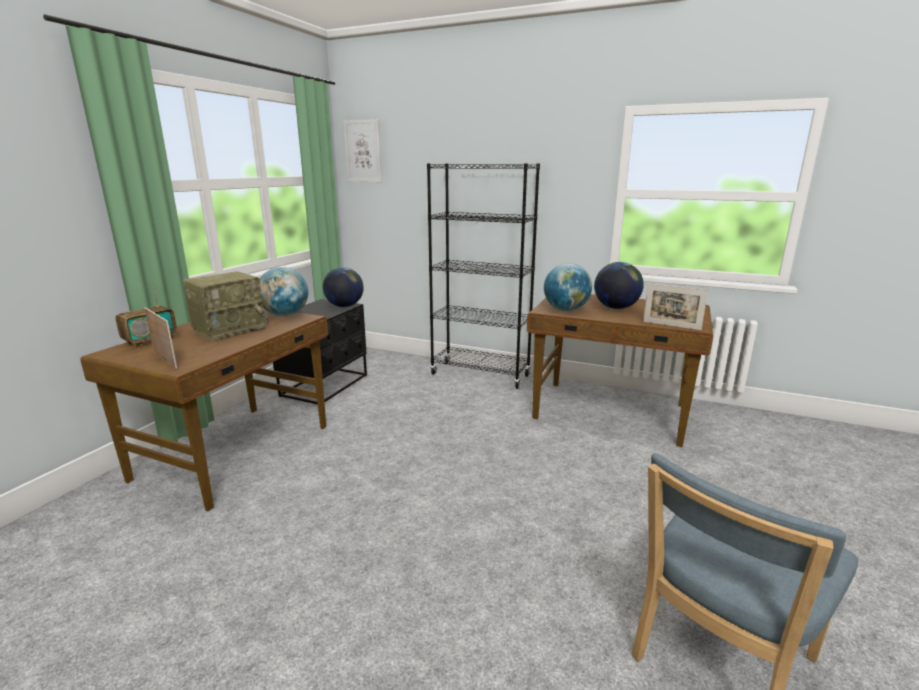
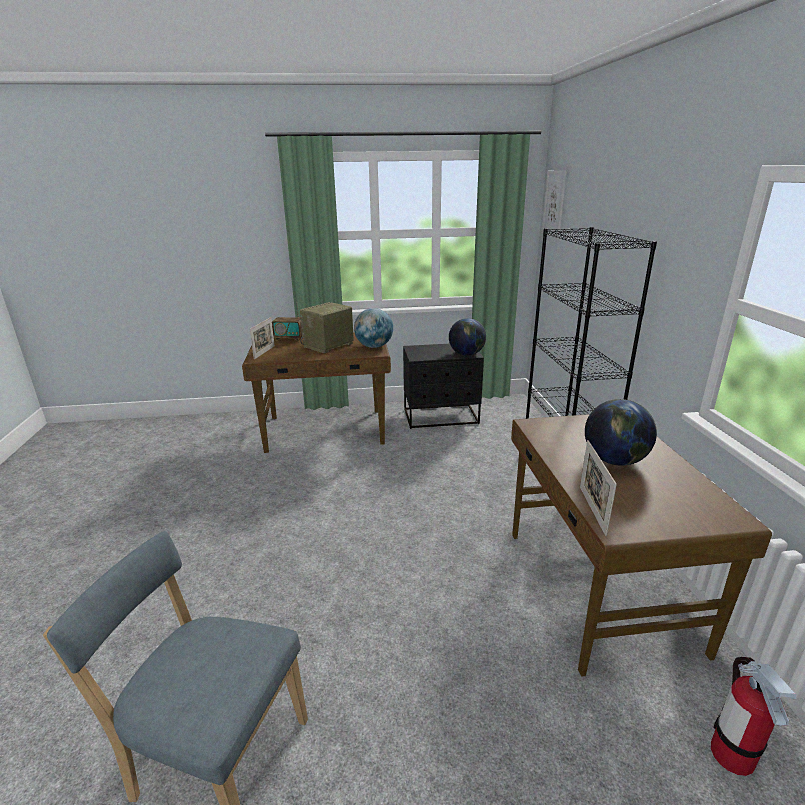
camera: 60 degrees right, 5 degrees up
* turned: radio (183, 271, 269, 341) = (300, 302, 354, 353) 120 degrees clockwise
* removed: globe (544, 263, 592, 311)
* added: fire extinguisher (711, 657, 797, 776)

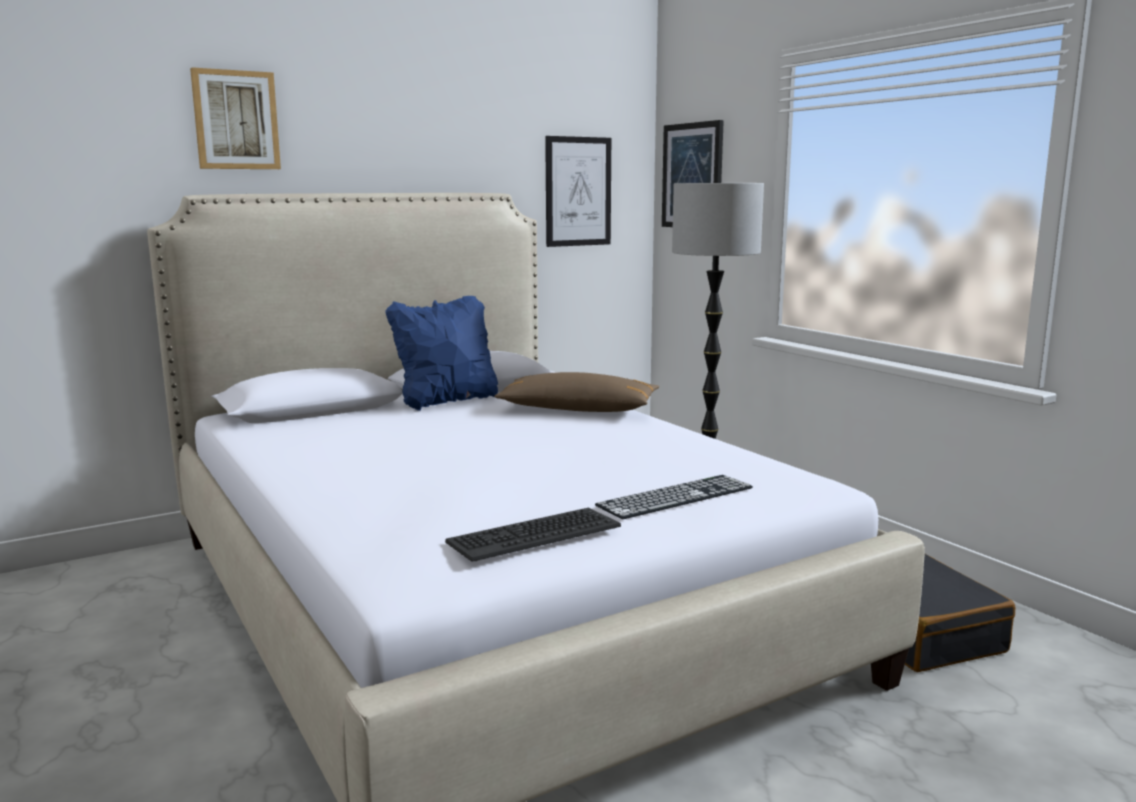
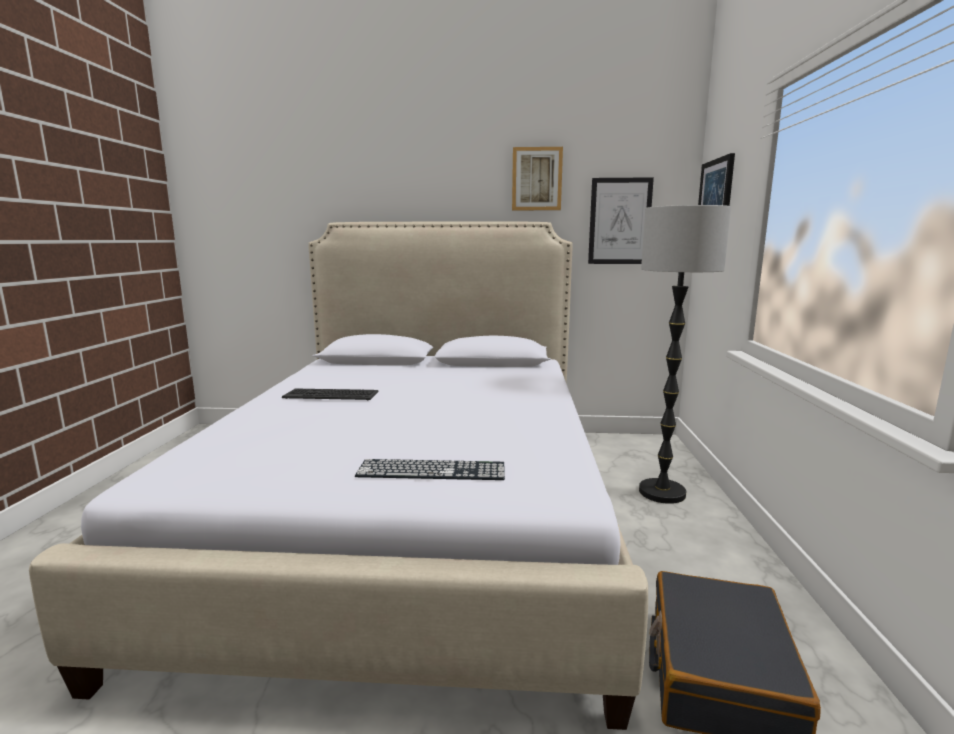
camera: 35 degrees right, 0 degrees up
* moved: wall picture (190, 67, 281, 169) to (512, 147, 563, 210)
* removed: throw pillow in blue (385, 296, 498, 411)
* moved: keyboard (445, 508, 621, 562) to (282, 389, 379, 400)
* removed: throw pillow in brownish (494, 372, 659, 412)

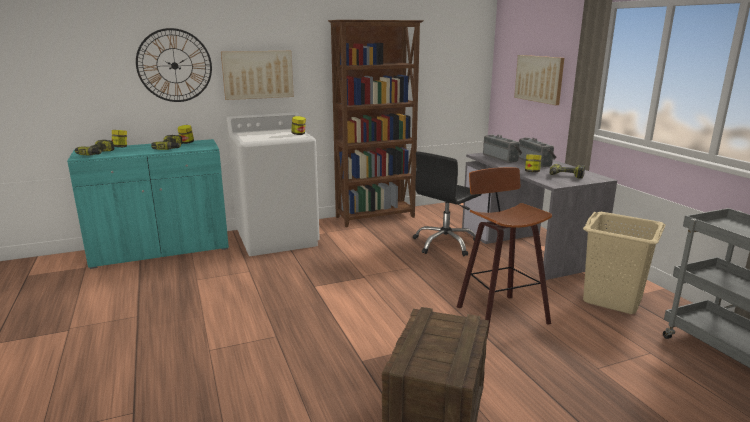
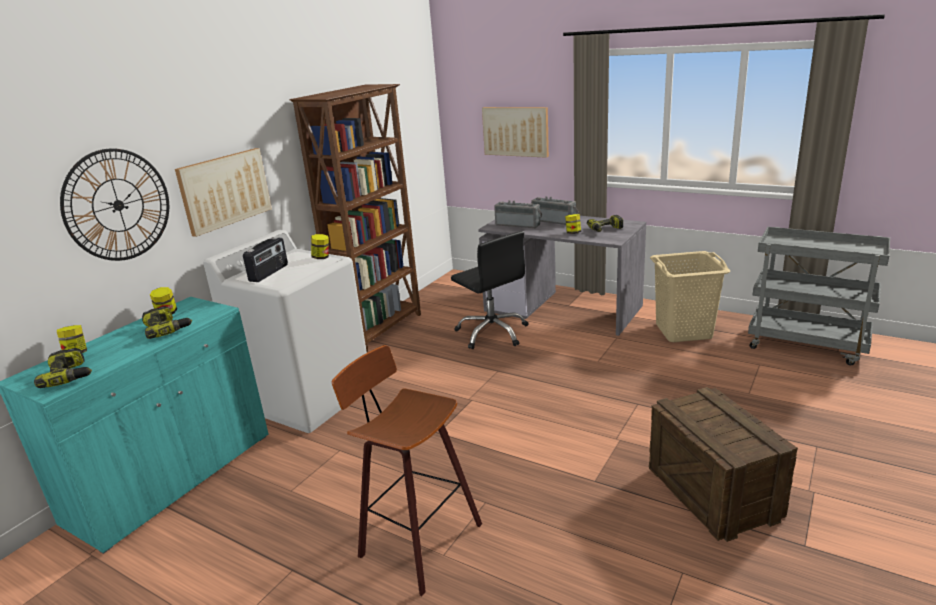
camera: 35 degrees left, 5 degrees up
* turned: computer chair in black (413, 151, 482, 256) = (451, 231, 529, 349) 45 degrees counterclockwise
* moved: stool seat (457, 167, 552, 338) to (332, 345, 482, 596)
* added: radio (243, 237, 288, 282)

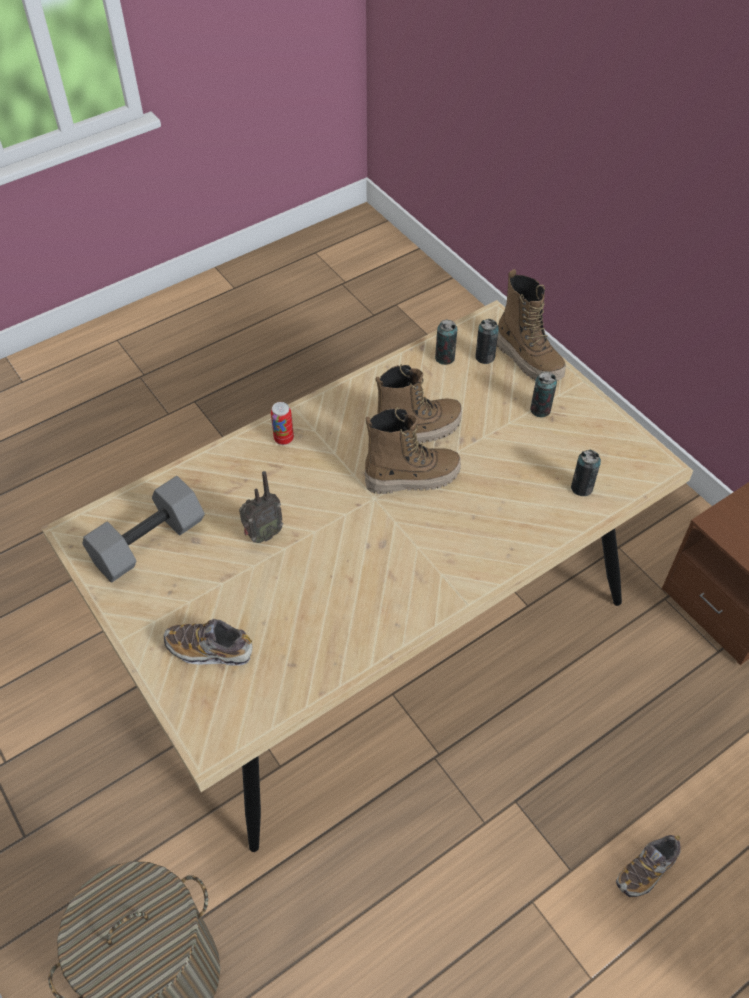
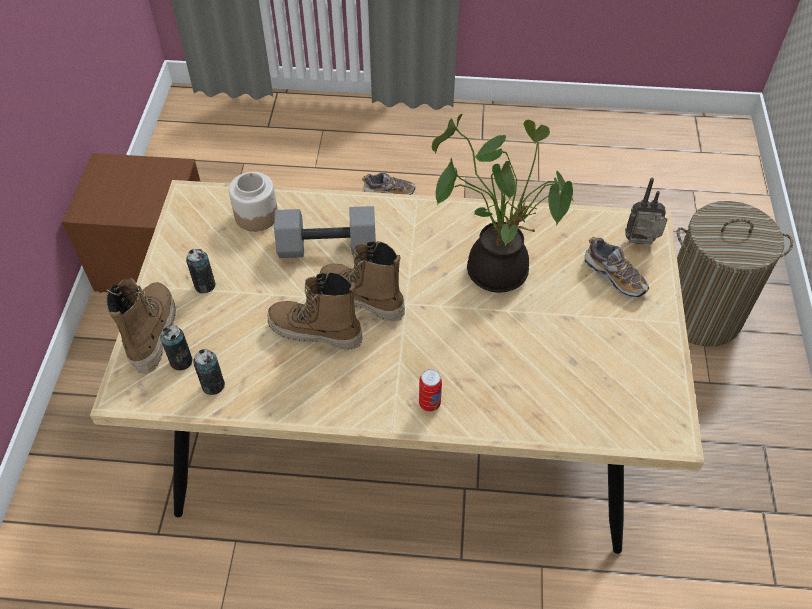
camera: 140 degrees left, 0 degrees up
* moved: hand weight in grey (82, 476, 205, 582) to (274, 206, 376, 258)
* moved: radio (239, 471, 284, 543) to (625, 178, 667, 245)
* replaced: metal can (571, 449, 601, 496) to preserve jar (229, 172, 278, 232)
* added: potted plant (432, 114, 574, 293)

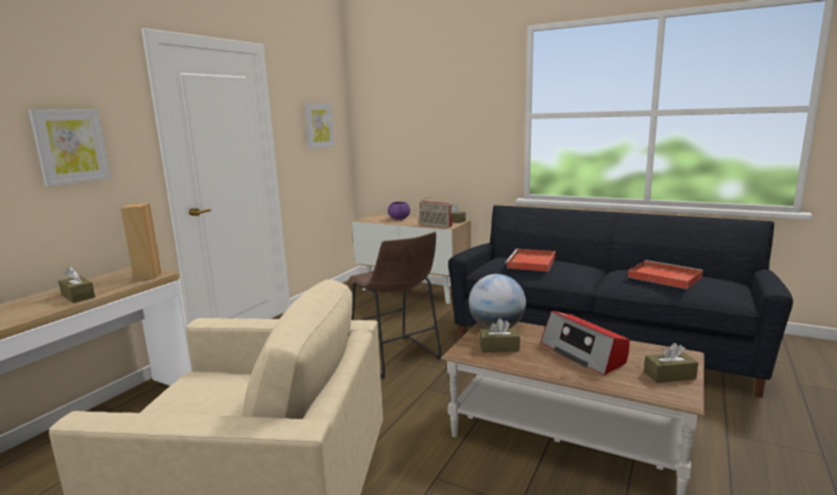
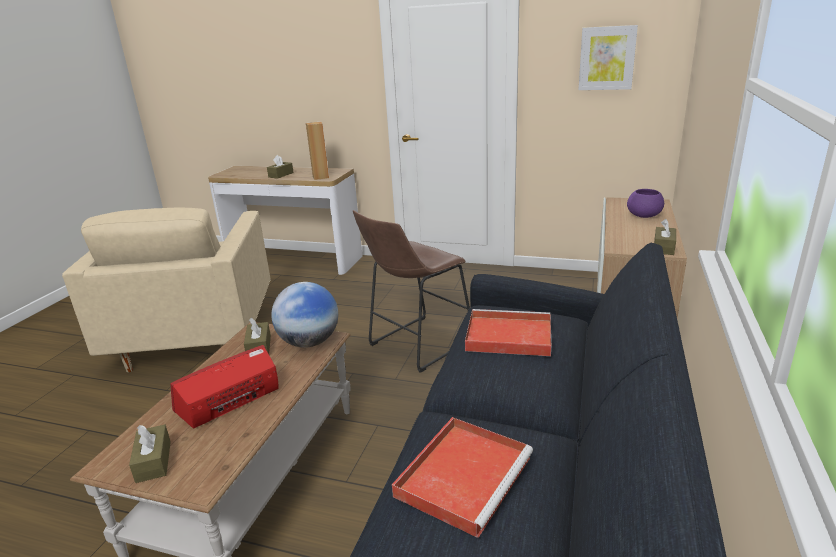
camera: 80 degrees right, 10 degrees up
* removed: wall picture (28, 109, 111, 186)
* removed: radio (419, 196, 452, 228)

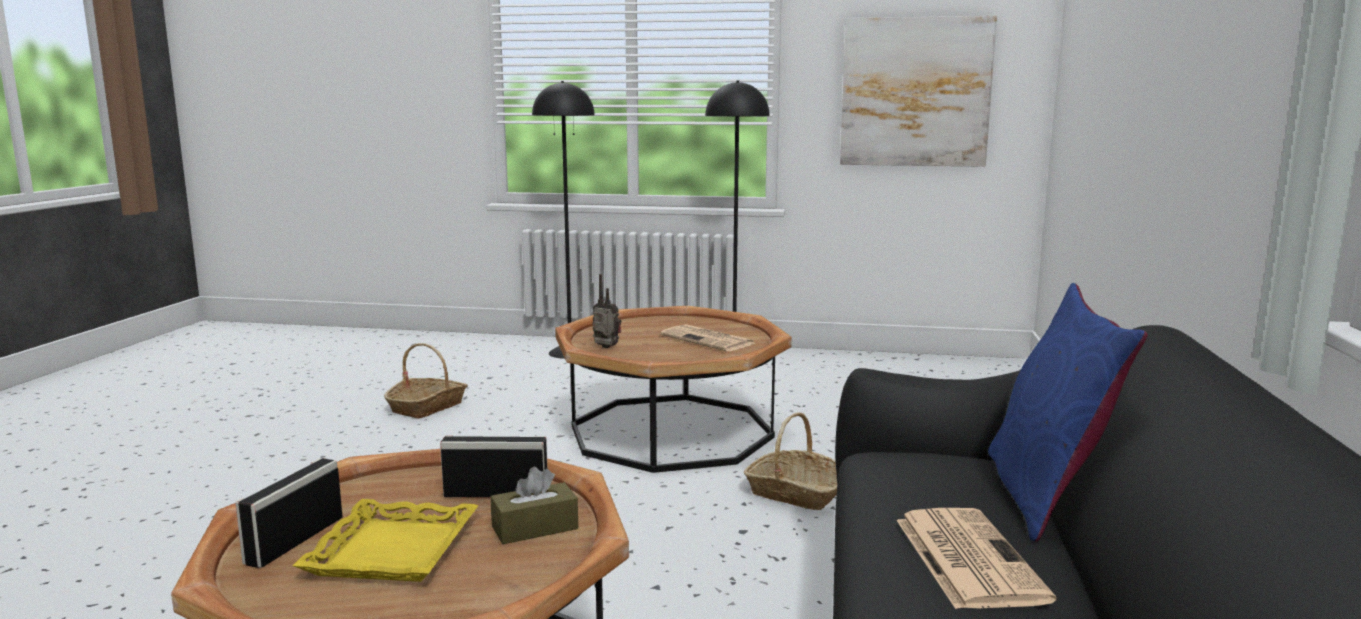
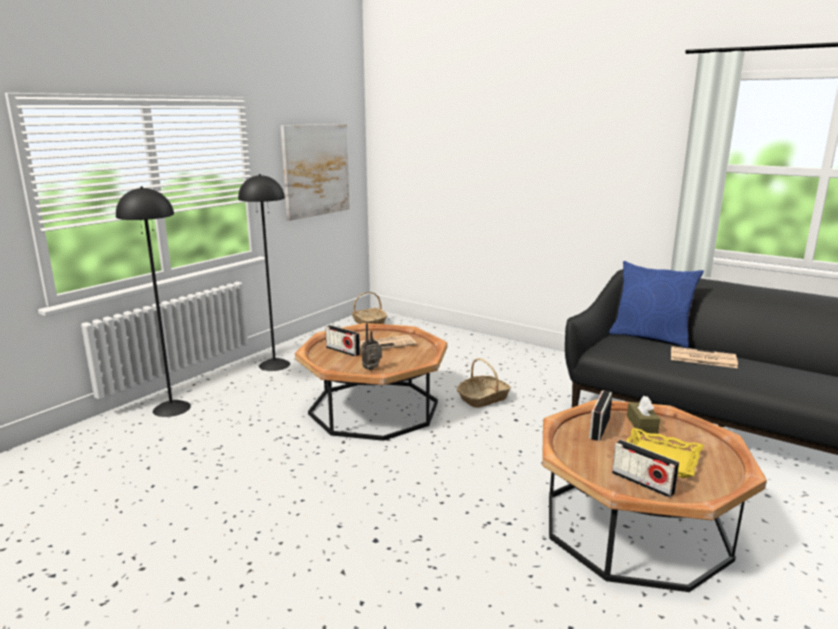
camera: 65 degrees left, 5 degrees up
* moved: household basket (384, 343, 468, 419) to (351, 292, 387, 324)
* added: radio (325, 325, 360, 356)

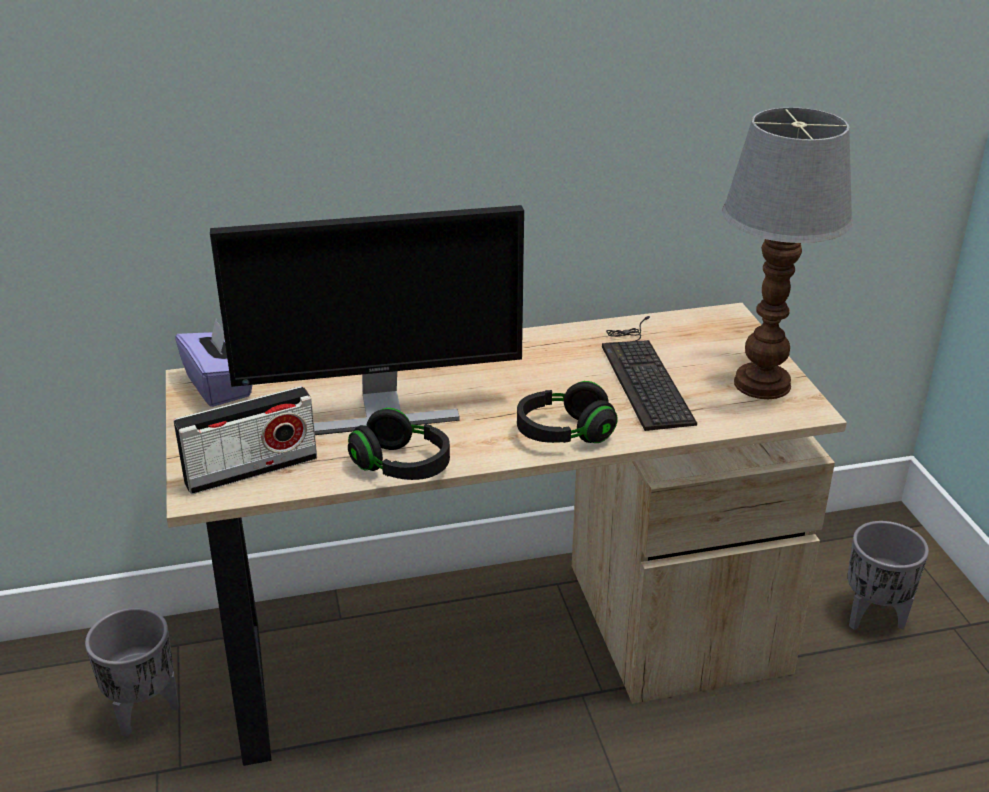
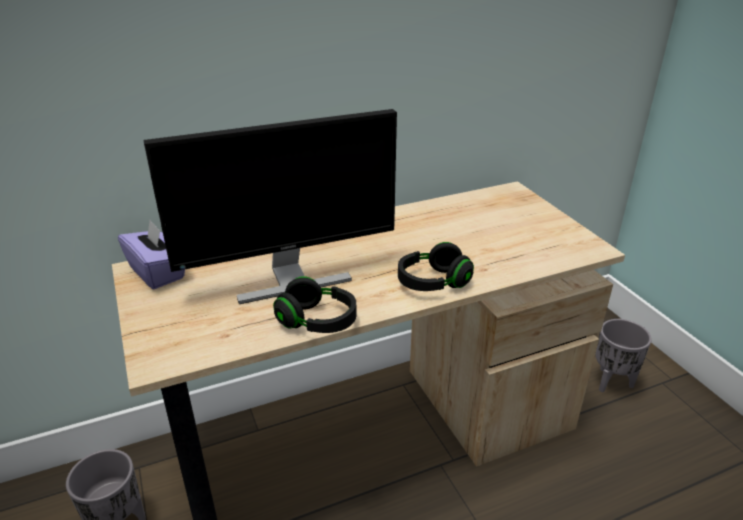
camera: 10 degrees left, 0 degrees up
* removed: radio (173, 386, 317, 494)
* removed: keyboard (602, 316, 697, 431)
* removed: tabletop lamp (722, 107, 853, 399)

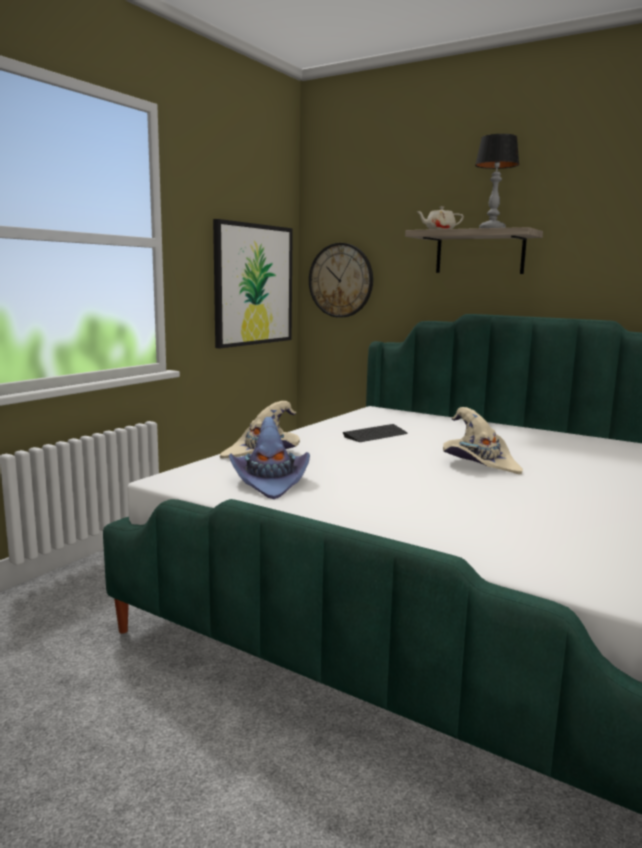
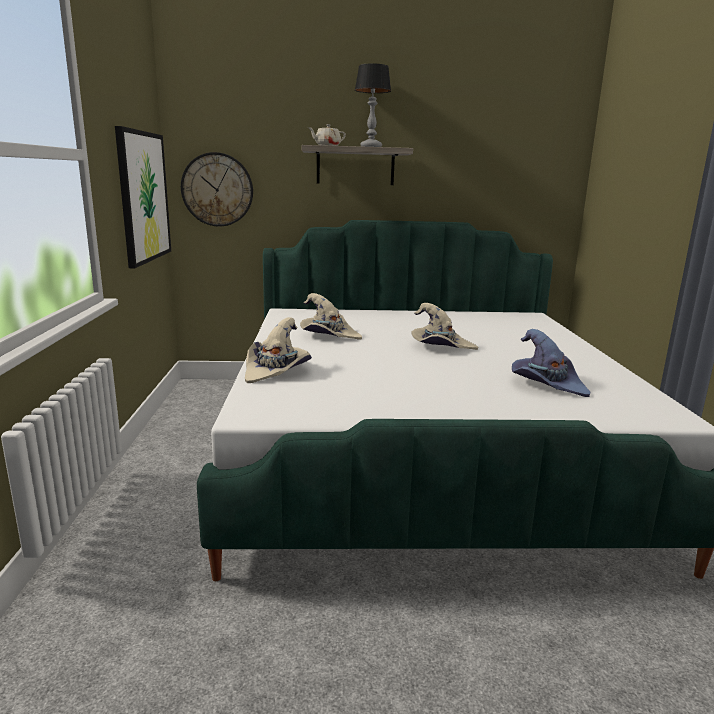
camera: 35 degrees left, 5 degrees up
* moved: hat in purple-coloured (229, 417, 310, 499) to (512, 329, 590, 397)
* replaced: keyboard (343, 424, 408, 442) to hat in beige (300, 293, 362, 340)

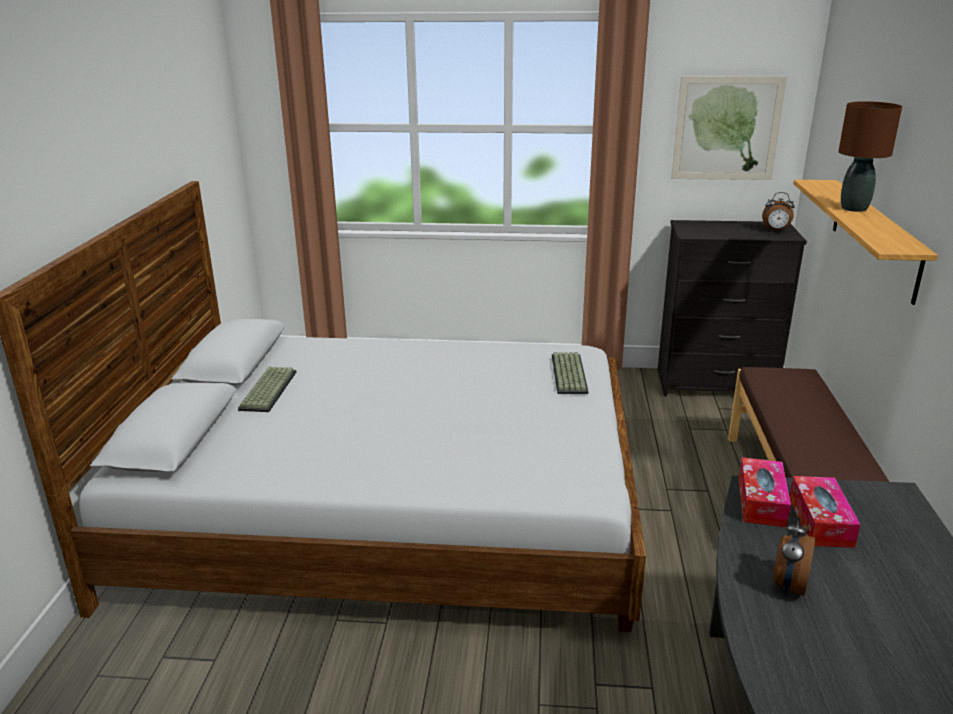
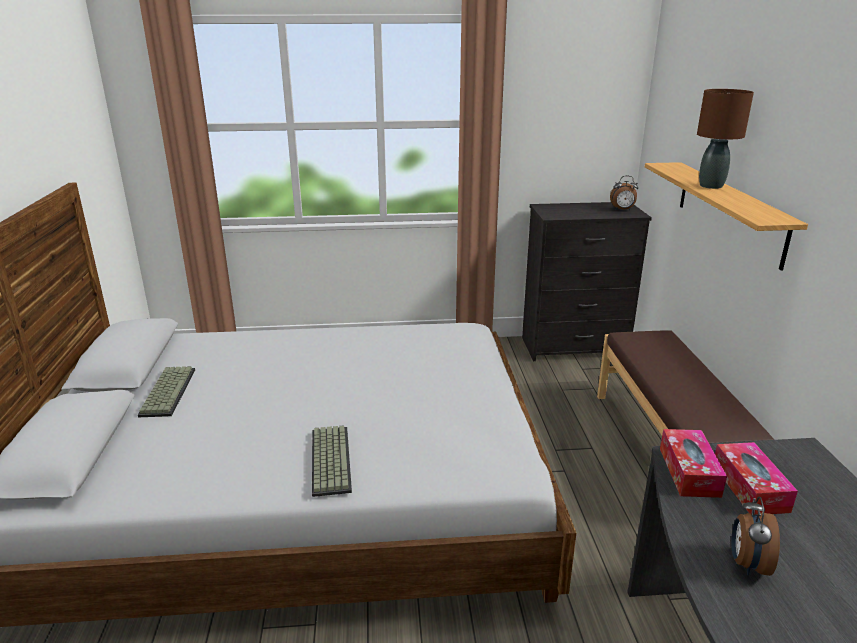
camera: 10 degrees left, 0 degrees up
* moved: keyboard (552, 352, 589, 394) to (312, 425, 352, 497)
* removed: wall picture (671, 76, 787, 180)

